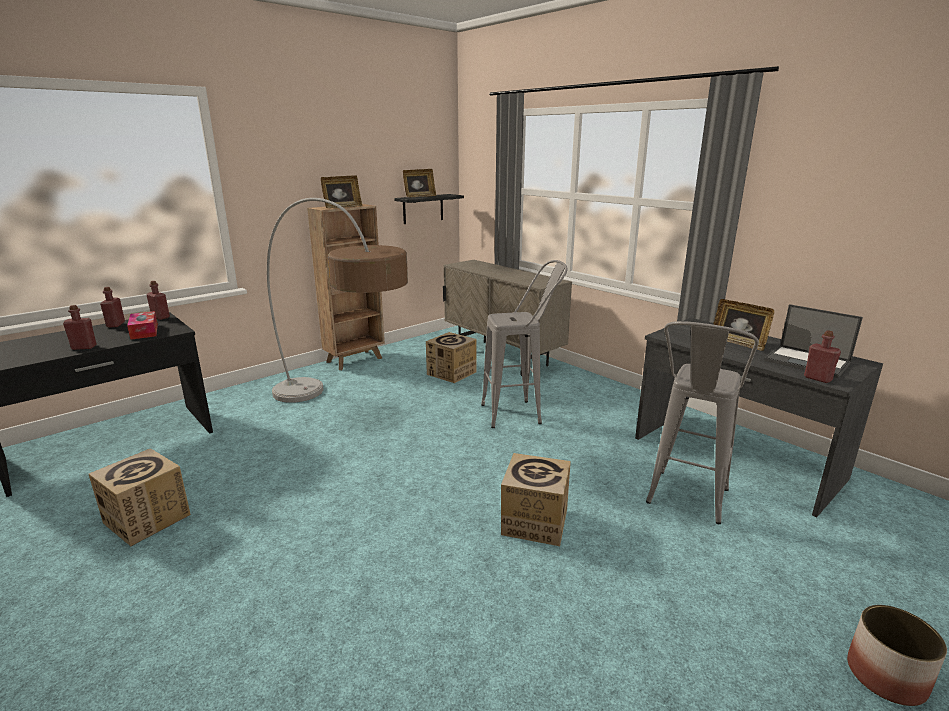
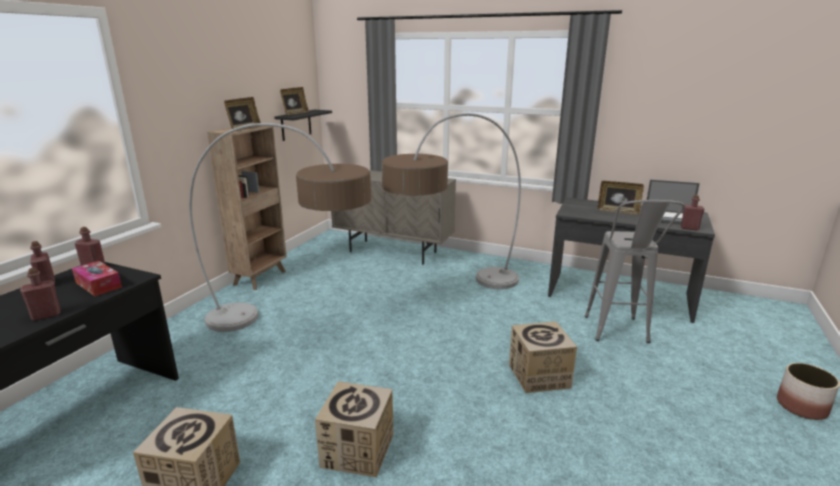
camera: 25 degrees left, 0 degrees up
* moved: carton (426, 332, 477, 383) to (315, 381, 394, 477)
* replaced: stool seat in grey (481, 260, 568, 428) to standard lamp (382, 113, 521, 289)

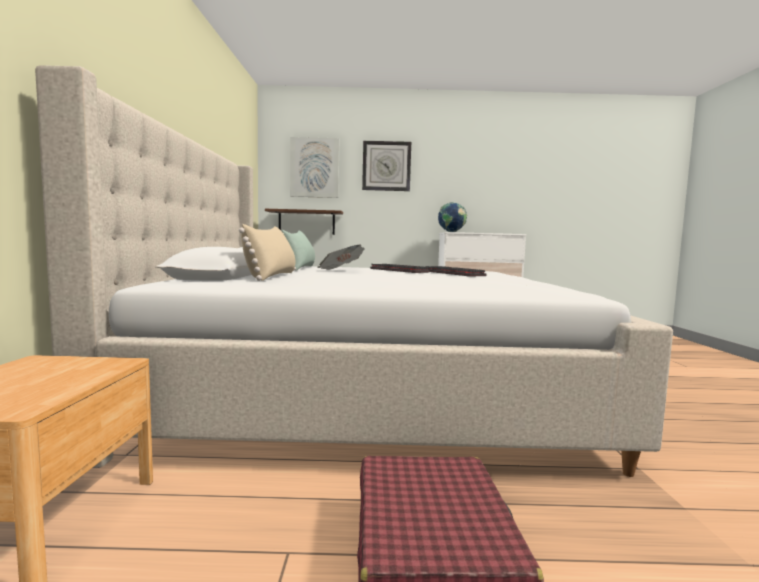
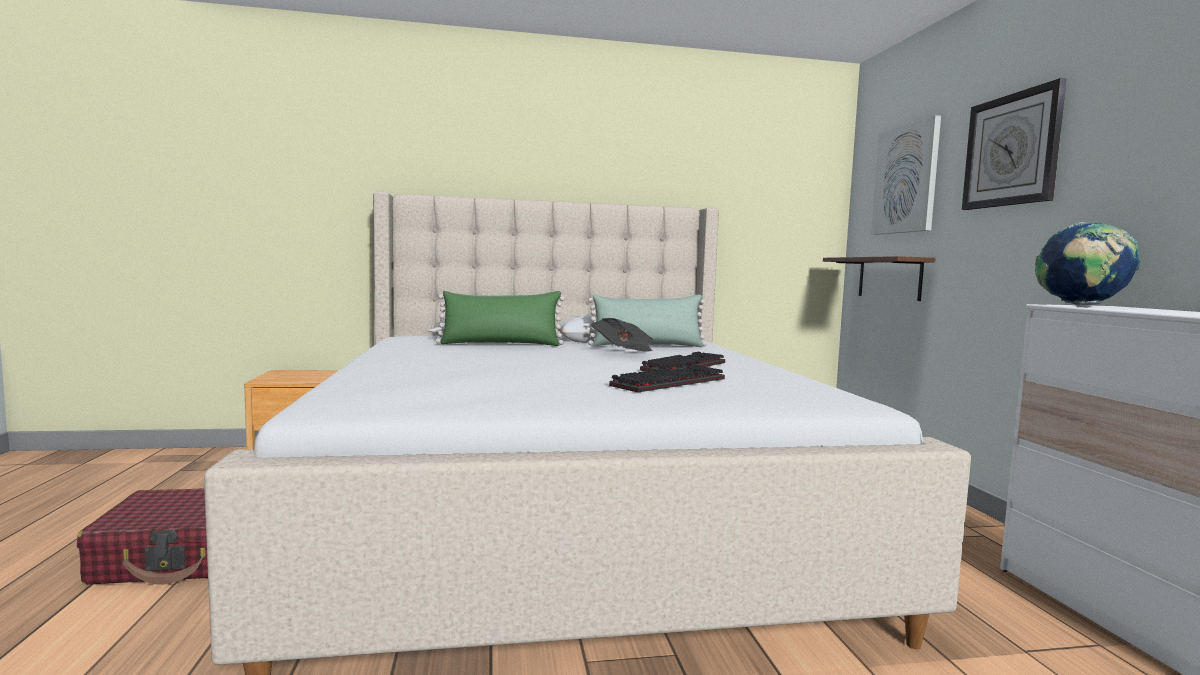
camera: 80 degrees right, 0 degrees up
* recoloured: throw pillow in beige (239, 224, 296, 281) to throw pillow in greenish (436, 291, 565, 346)

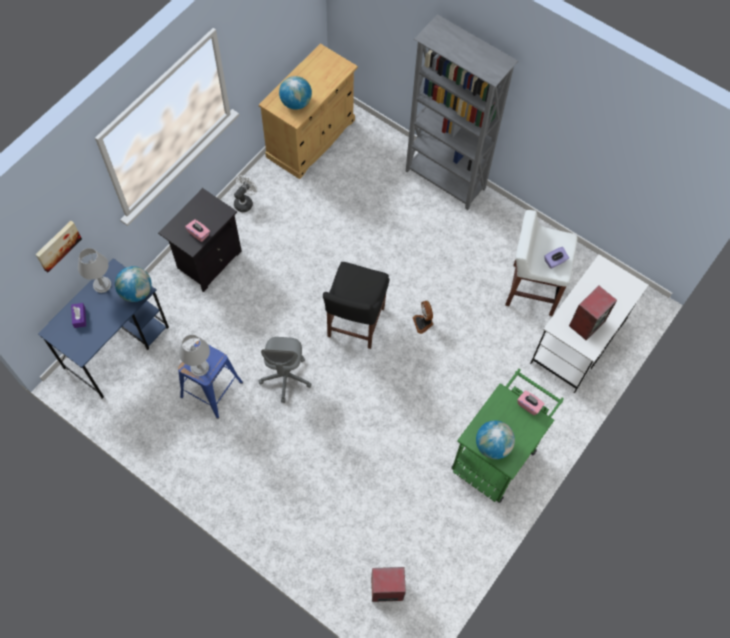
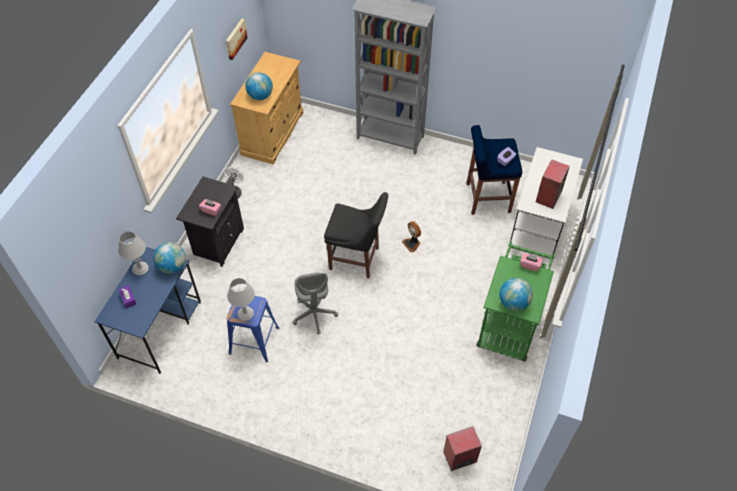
camera: 15 degrees left, 10 degrees down
* moved: wall picture (35, 221, 82, 272) to (226, 19, 248, 60)
* turned: plain chair in black (323, 262, 389, 349) = (324, 192, 388, 278) 75 degrees counterclockwise
* recoloured: stool seat in whitish (505, 210, 578, 316) to stool seat in blue (466, 125, 522, 215)

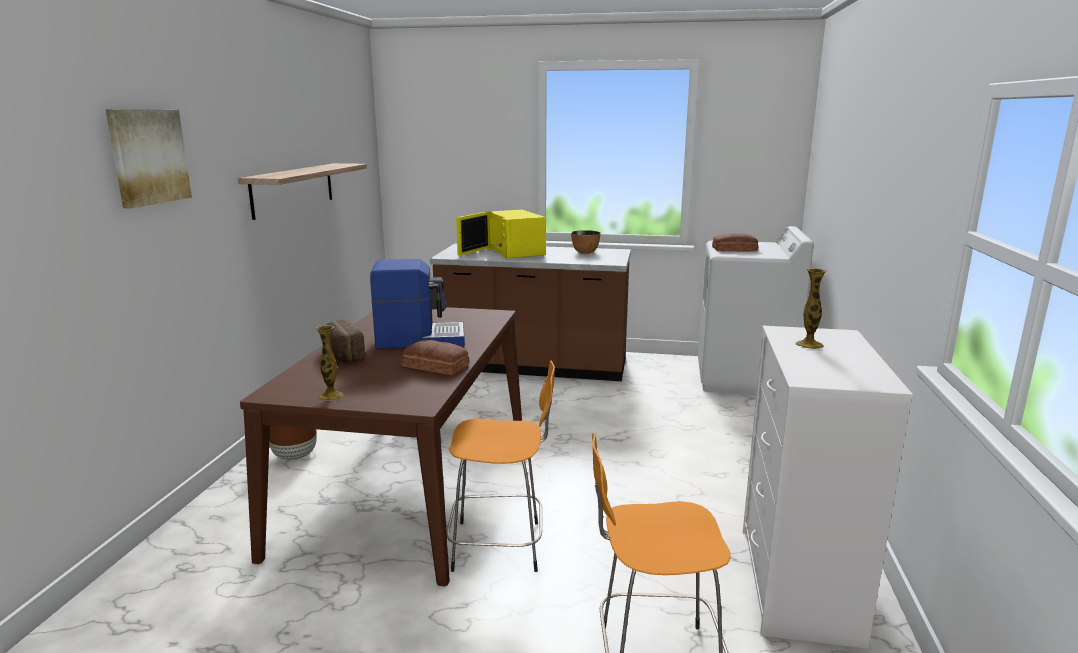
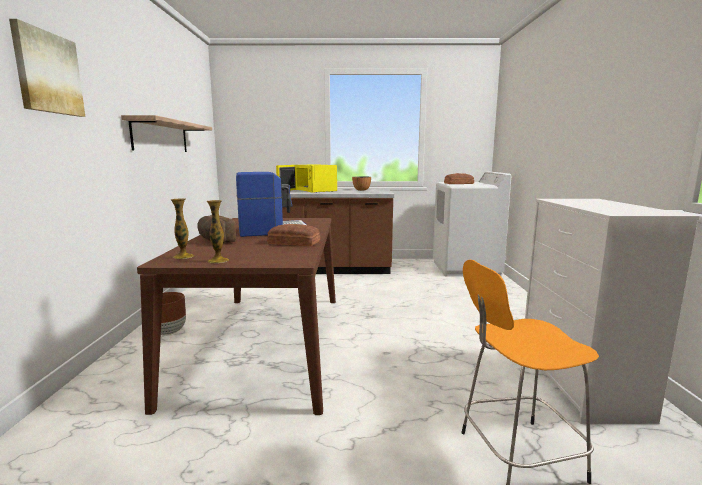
camera: 10 degrees left, 5 degrees down
* removed: stool seat in orangey (447, 360, 555, 572)
* moved: decorative vase (795, 268, 827, 349) to (170, 198, 194, 259)

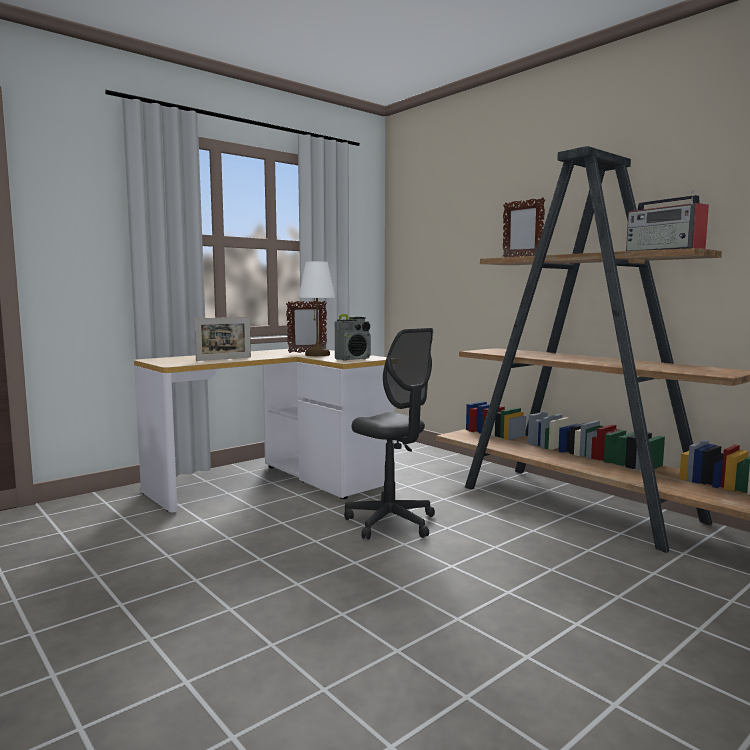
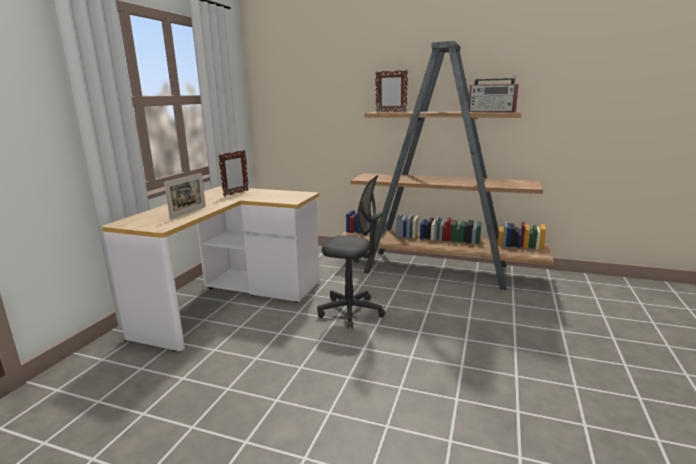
camera: 30 degrees left, 10 degrees up
* removed: tabletop lamp in whitish (299, 261, 335, 356)
* removed: radio (335, 314, 371, 361)

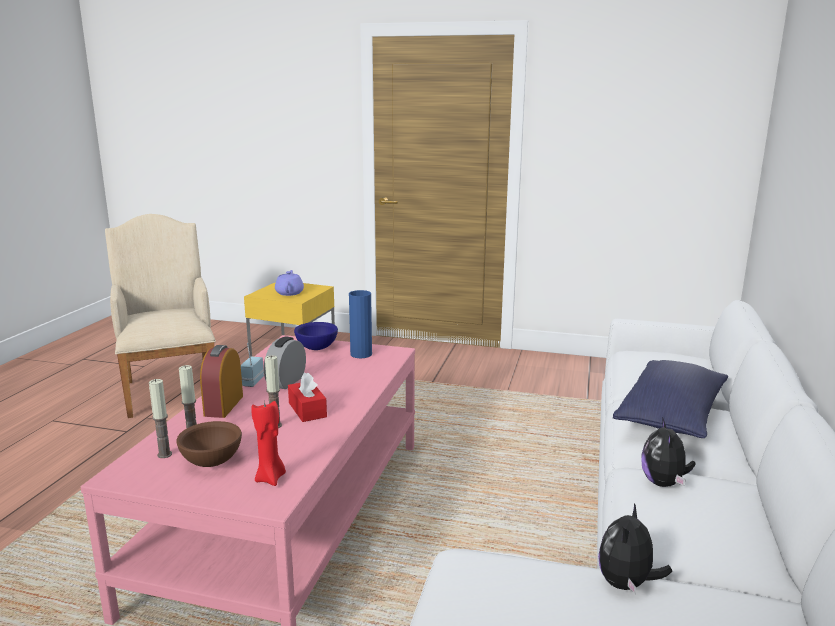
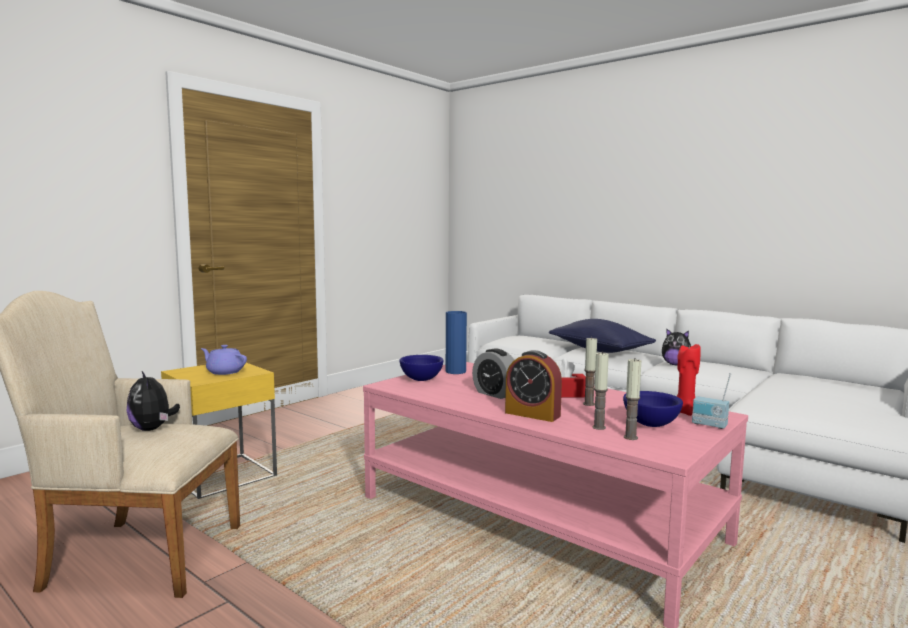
camera: 65 degrees left, 10 degrees down
* recoloured: serving bowl in brownish (176, 421, 242, 467) to serving bowl in blue (623, 391, 683, 427)
* moved: radio (241, 343, 264, 387) to (692, 373, 731, 429)
* moved: cuddly toy (598, 503, 672, 595) to (127, 371, 180, 431)

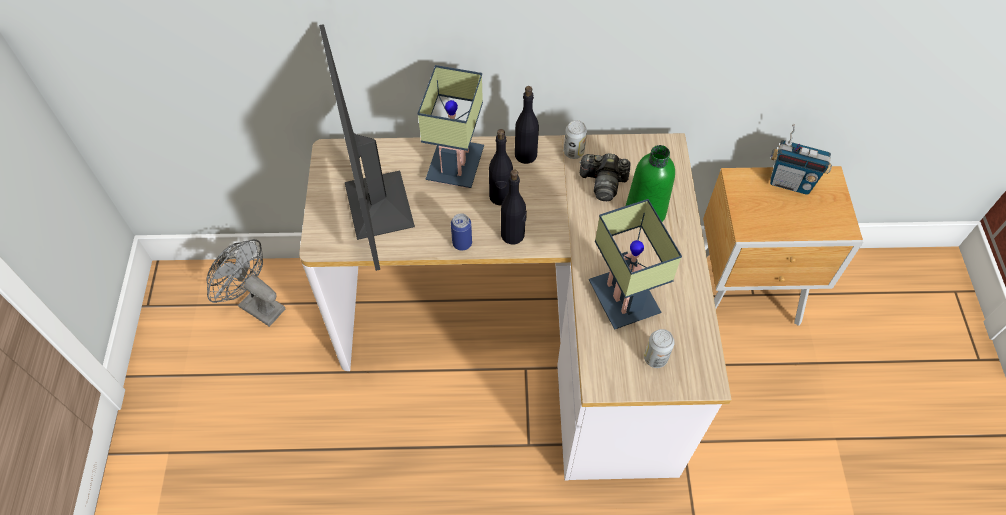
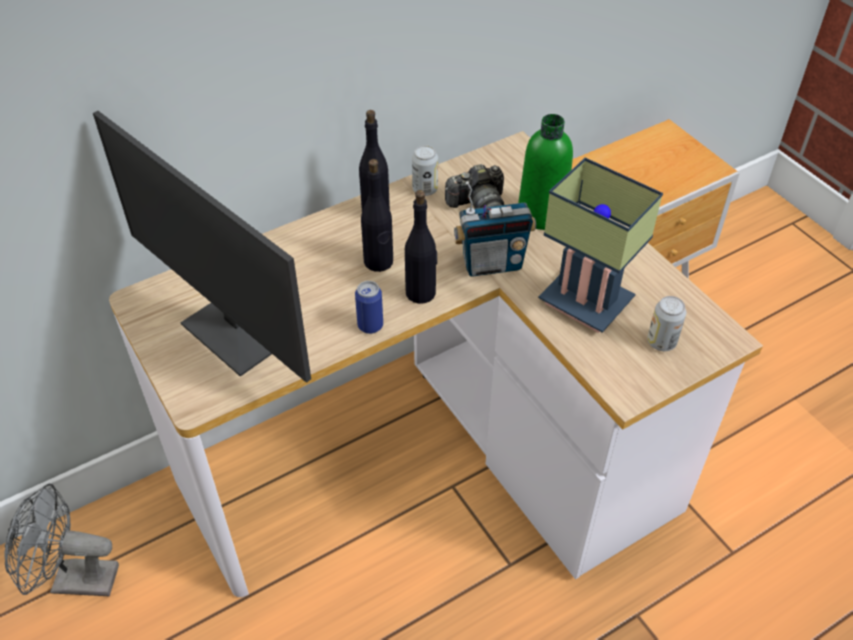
camera: 30 degrees left, 10 degrees down
* removed: tabletop lamp (418, 65, 484, 188)
* moved: radio (770, 124, 832, 195) to (454, 181, 536, 277)

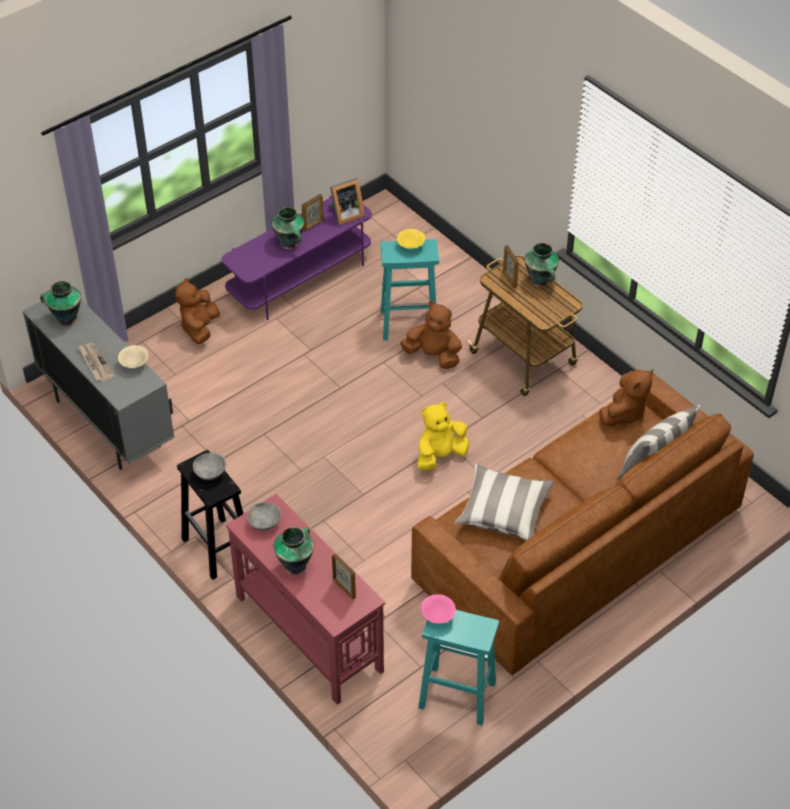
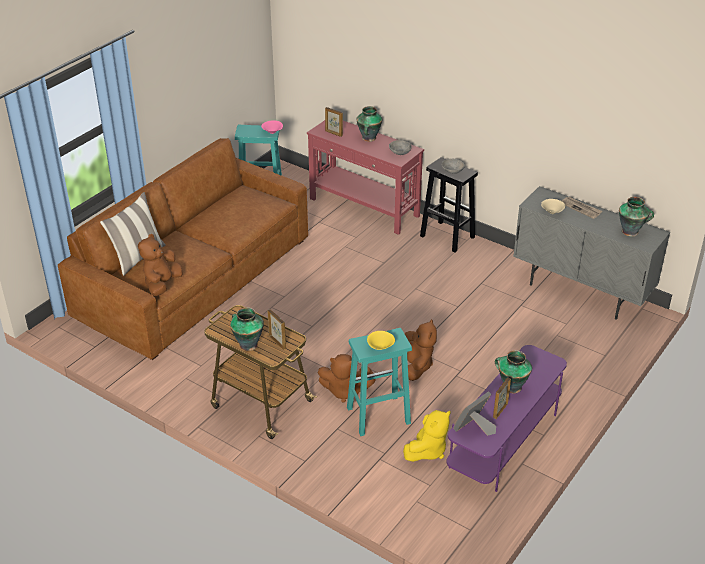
camera: 165 degrees right, 10 degrees down
* moved: cuddly toy in brownish (175, 278, 220, 344) to (405, 319, 437, 381)
* moved: cuddly toy in yellow-coloured (417, 402, 469, 470) to (403, 410, 451, 462)
* removed: throw pillow (455, 464, 554, 540)

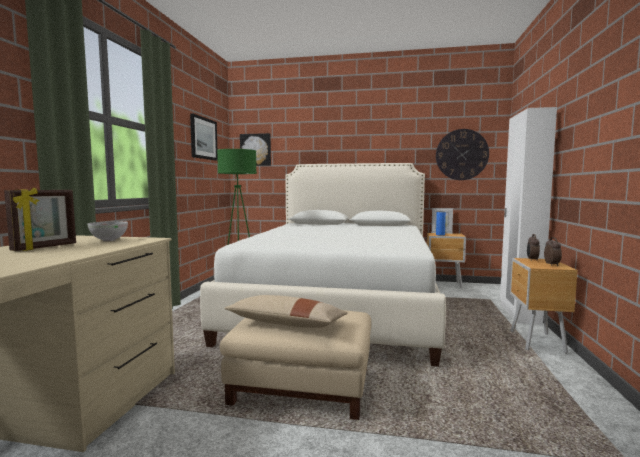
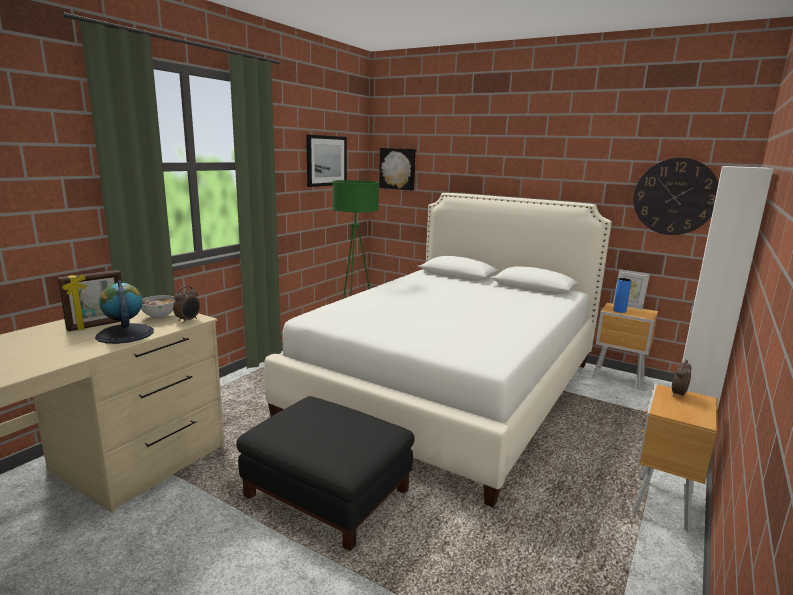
camera: 20 degrees right, 10 degrees up
* recoloured: pouffe in beige (220, 310, 371, 420) to pouffe in black (236, 396, 414, 551)
* removed: throw pillow in beige (224, 295, 348, 328)
* moved: bedside clock (544, 237, 562, 266) to (173, 286, 200, 323)
* added: globe (95, 280, 154, 344)

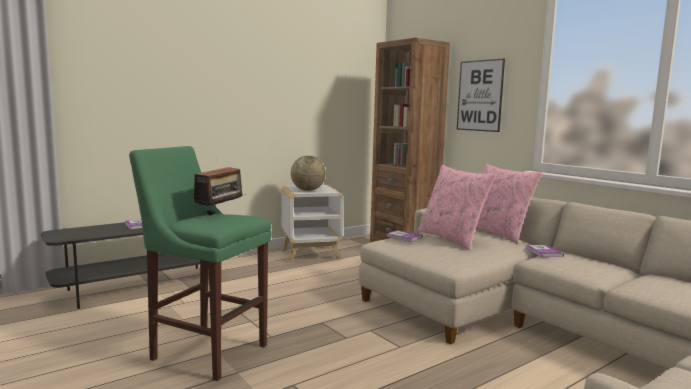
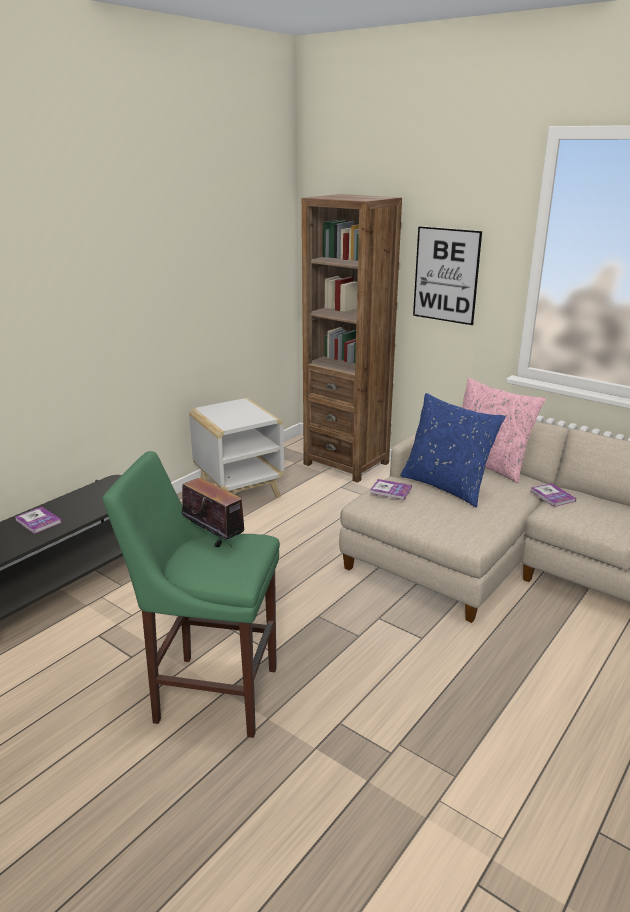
camera: 15 degrees left, 15 degrees up
* turned: radio (194, 167, 246, 215) = (181, 477, 244, 549) 60 degrees counterclockwise
* removed: globe (291, 156, 326, 191)
* recoloured: throw pillow in pink (418, 165, 497, 250) to throw pillow in blue (400, 393, 505, 507)

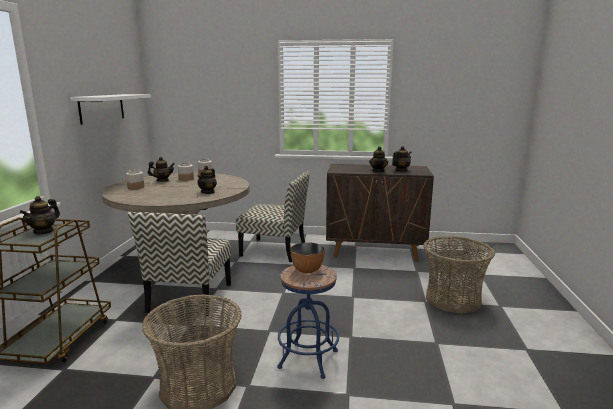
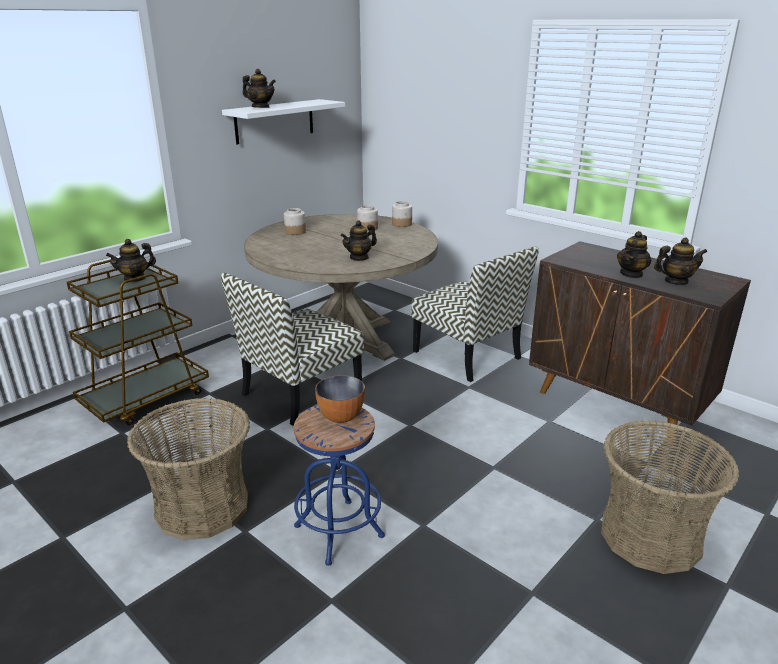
camera: 35 degrees right, 10 degrees up
* moved: tea pot (148, 157, 175, 182) to (243, 69, 276, 108)

